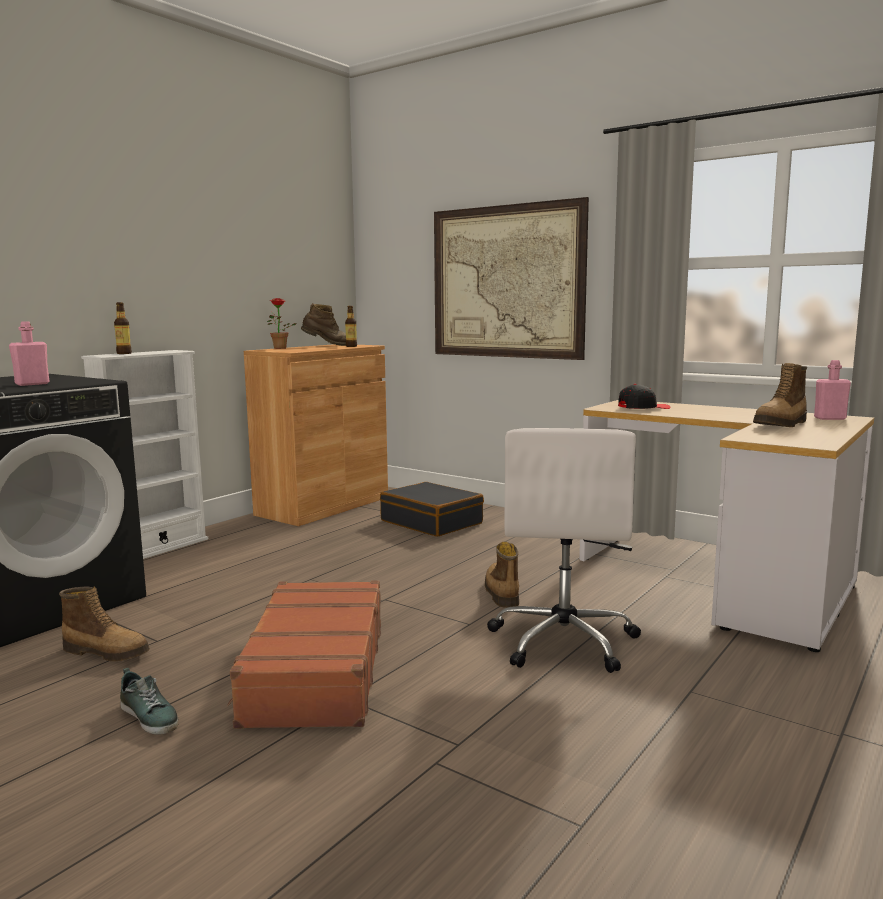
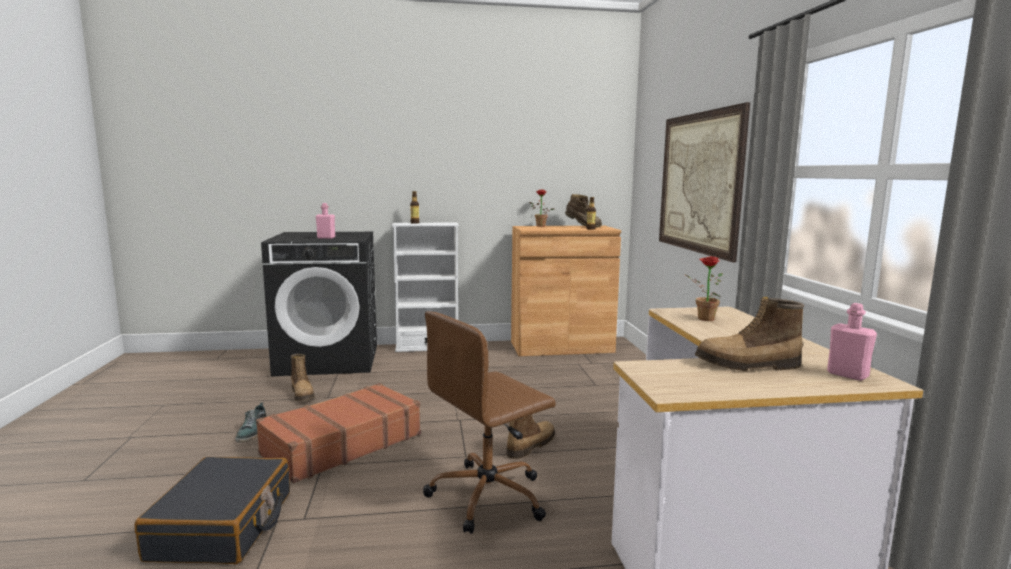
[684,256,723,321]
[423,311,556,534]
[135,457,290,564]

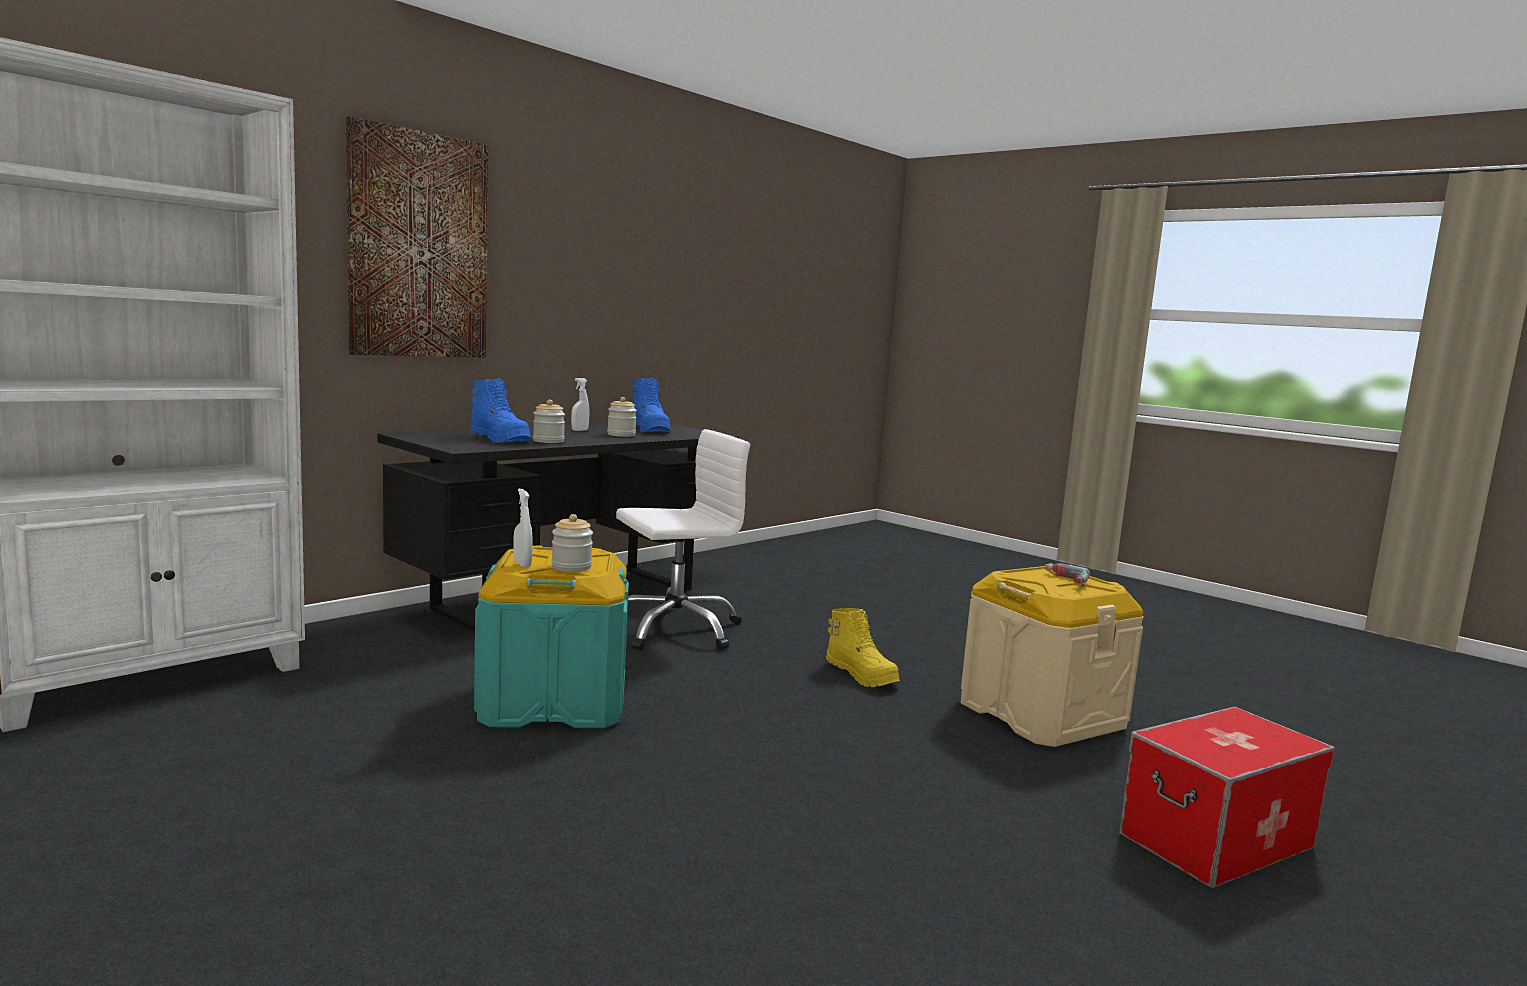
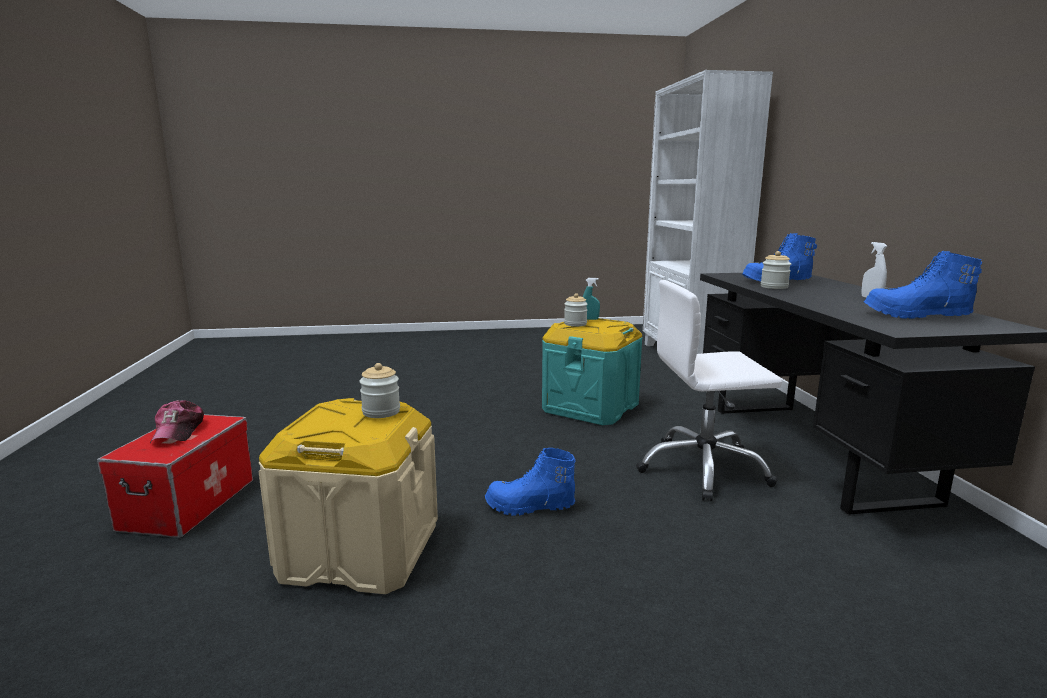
[346,116,488,358] (first image)
[360,363,400,418]
[636,280,782,501]
[583,278,600,320]
[1045,563,1090,587] (first image)
[485,448,576,516]
[150,400,204,443]

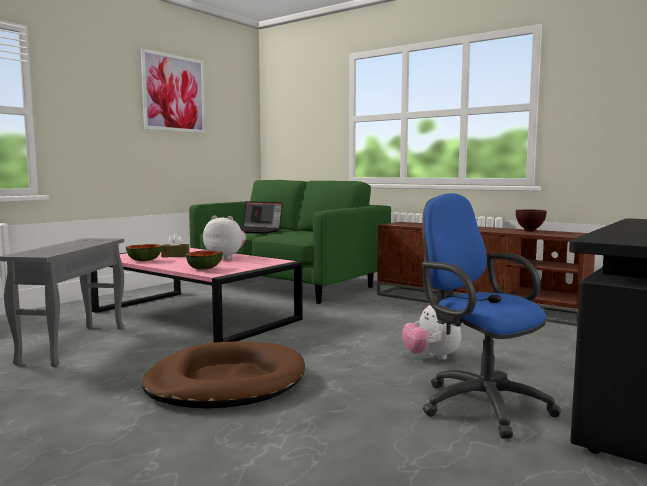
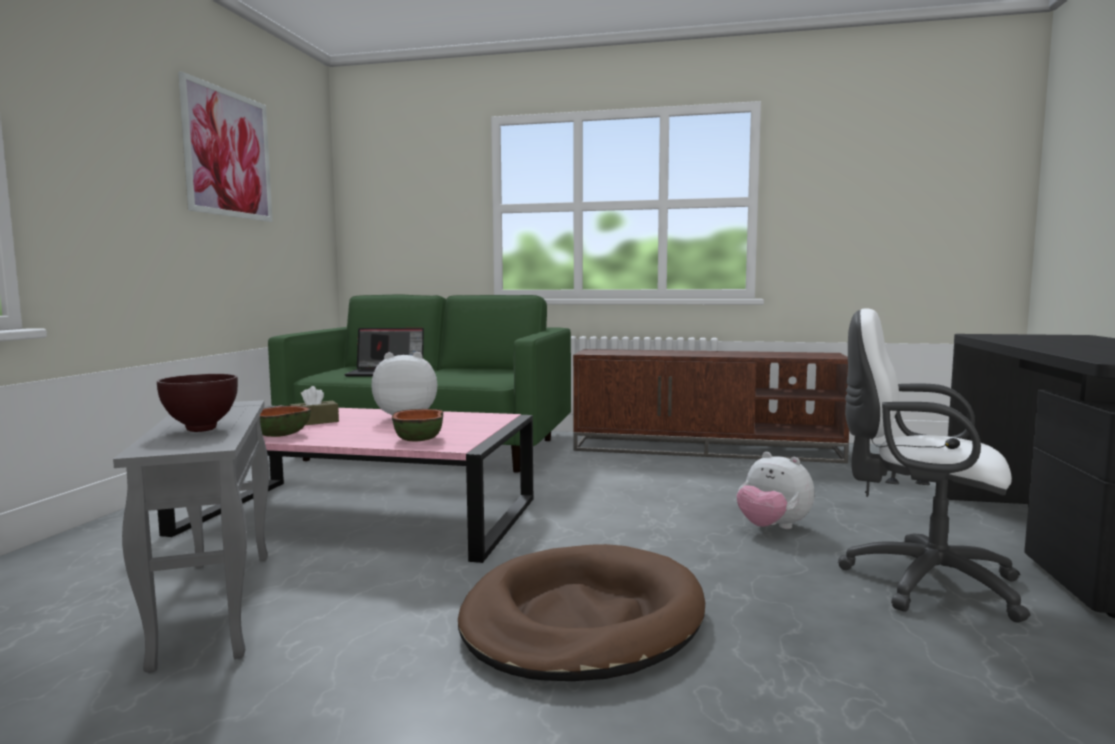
[838,308,1030,622]
[157,374,238,432]

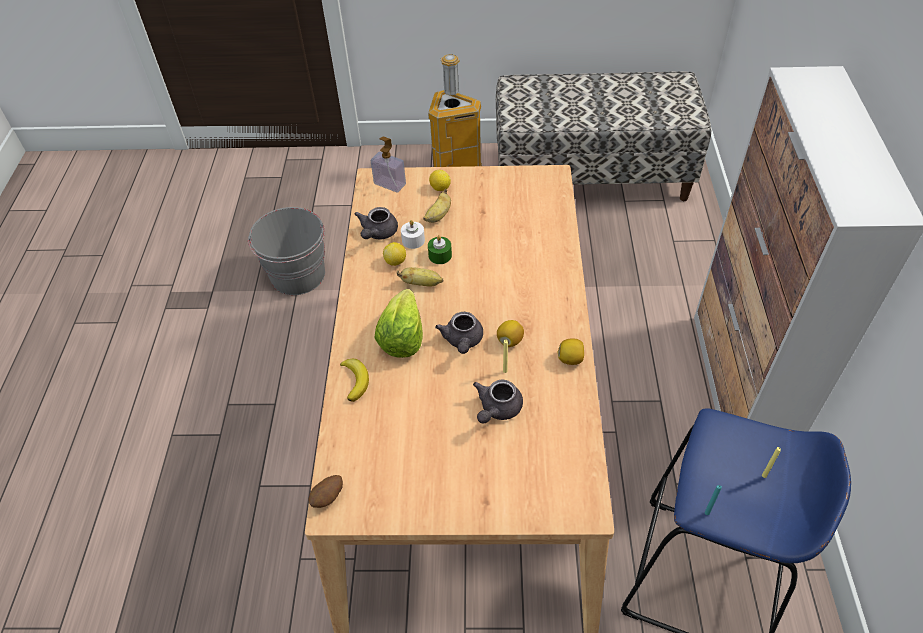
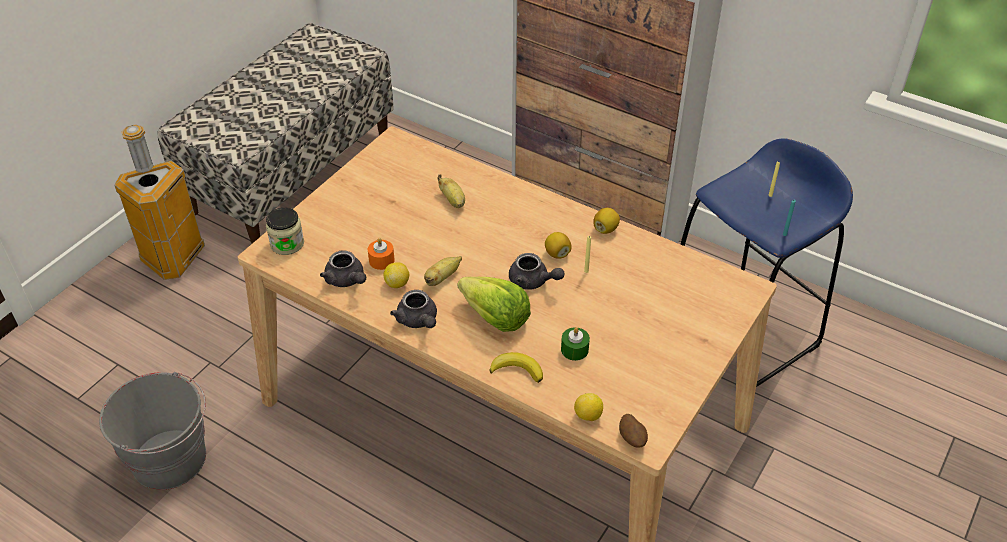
[266,208,304,255]
[574,393,603,421]
[437,174,465,208]
[368,238,395,270]
[561,327,590,361]
[390,290,437,328]

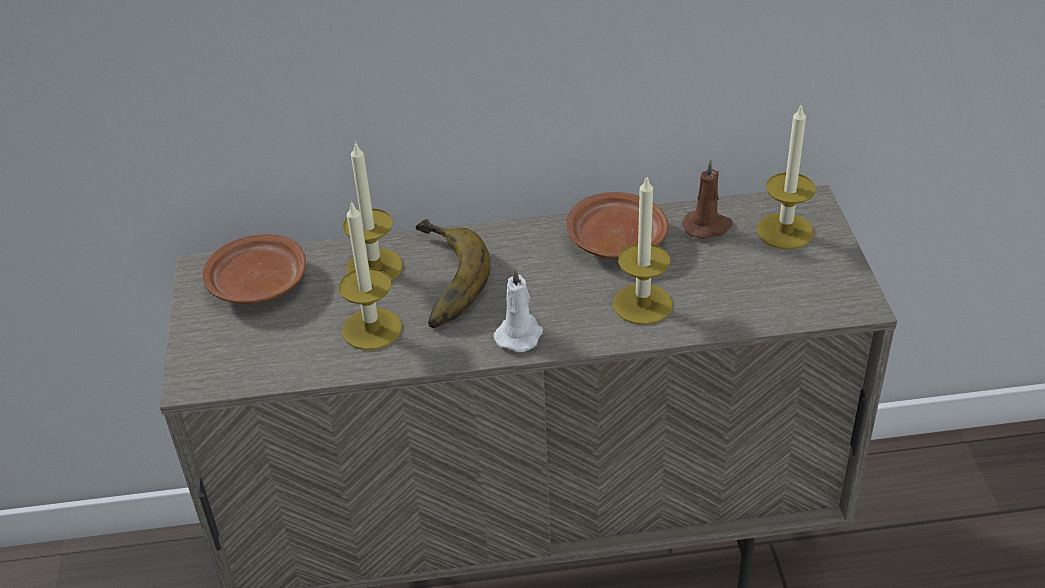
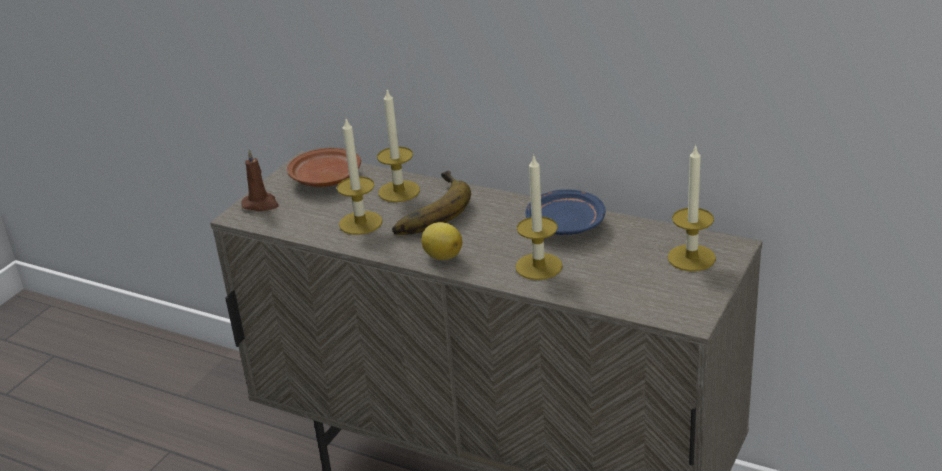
[241,149,279,211]
[525,189,606,235]
[421,222,462,260]

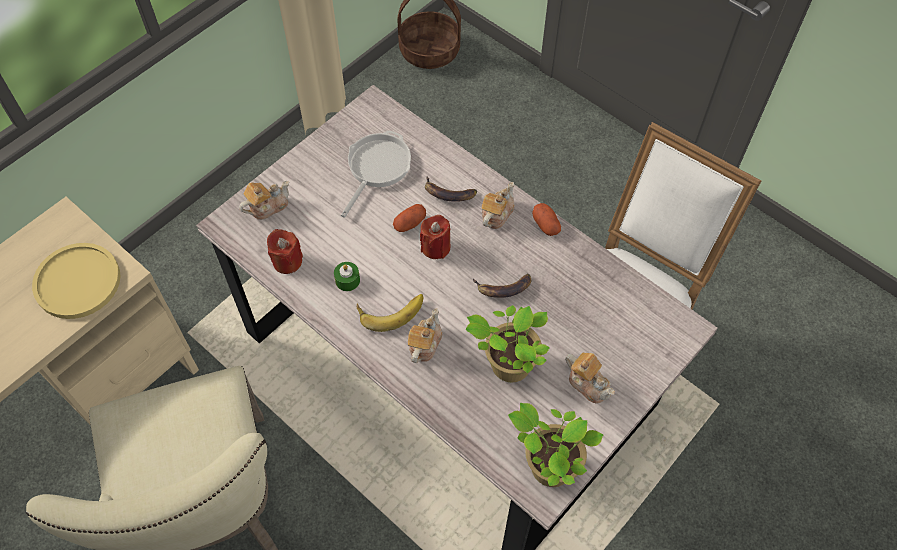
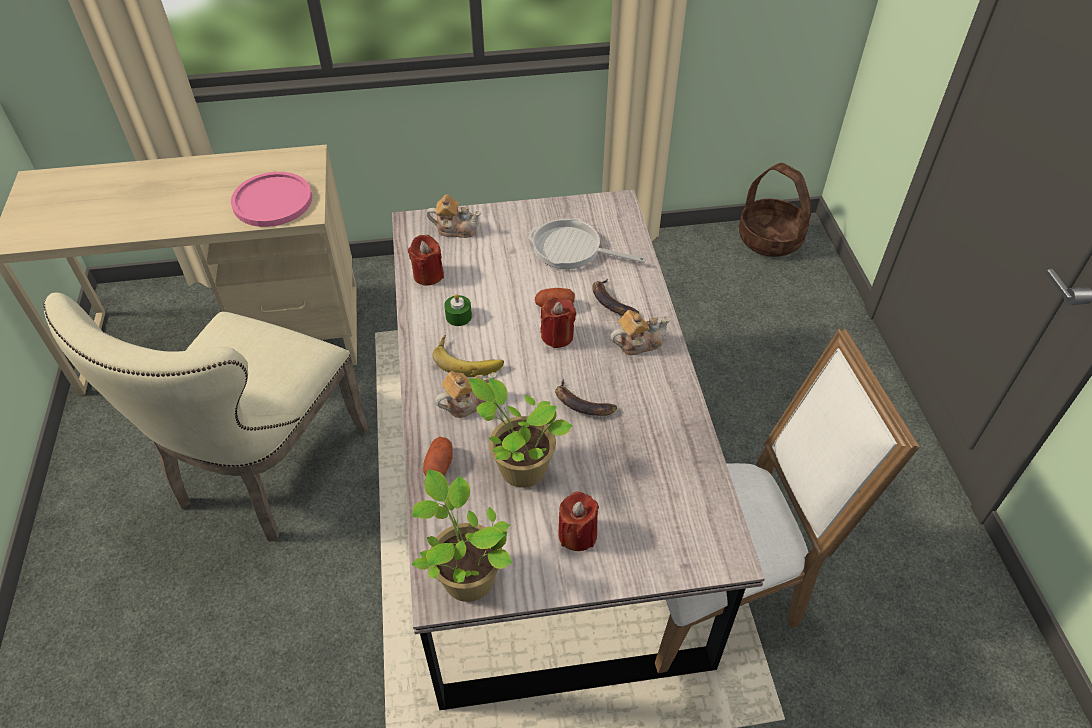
[528,218,646,269]
[423,437,453,476]
[231,172,312,227]
[558,492,599,551]

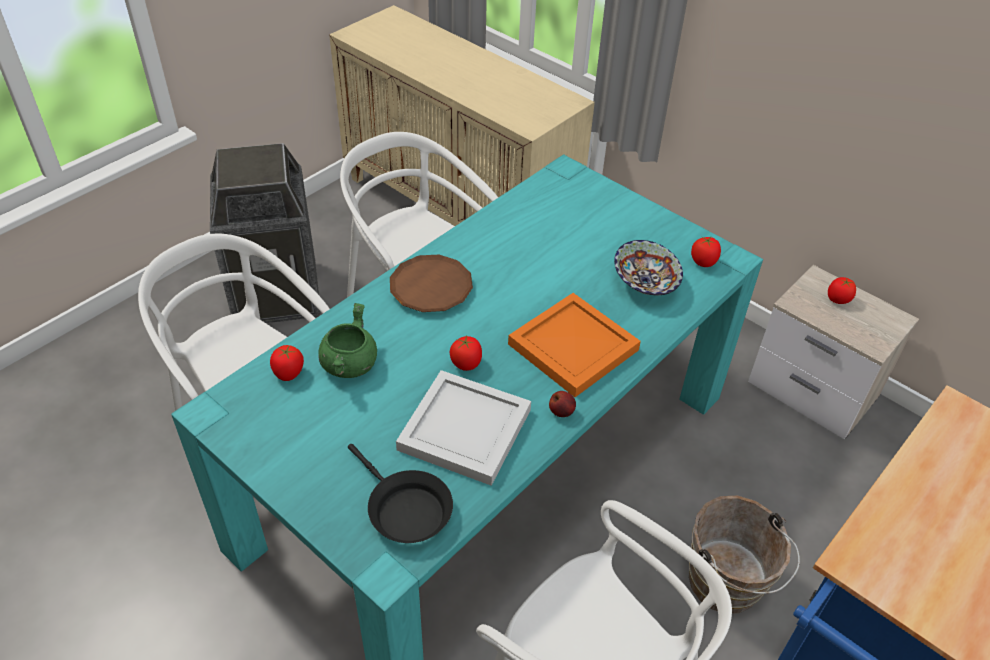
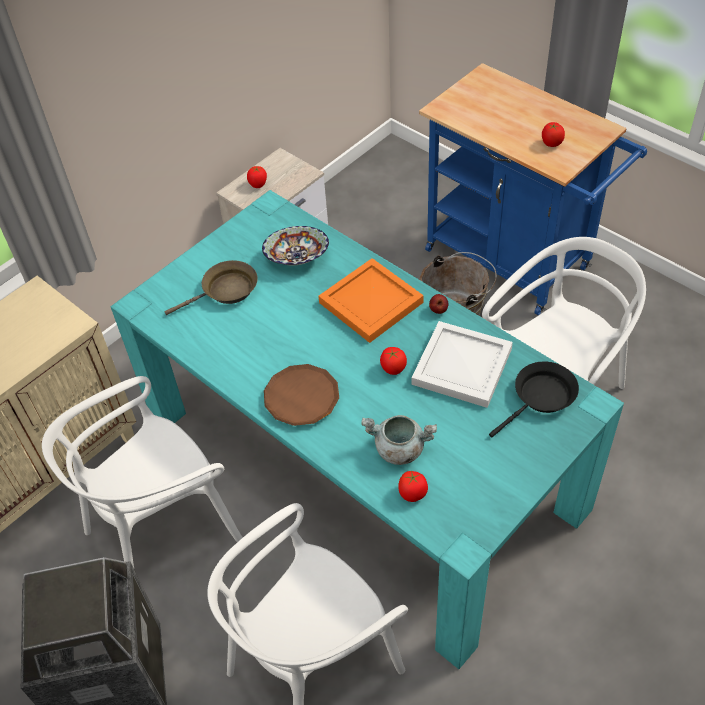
[542,122,565,147]
[361,415,437,465]
[165,260,258,315]

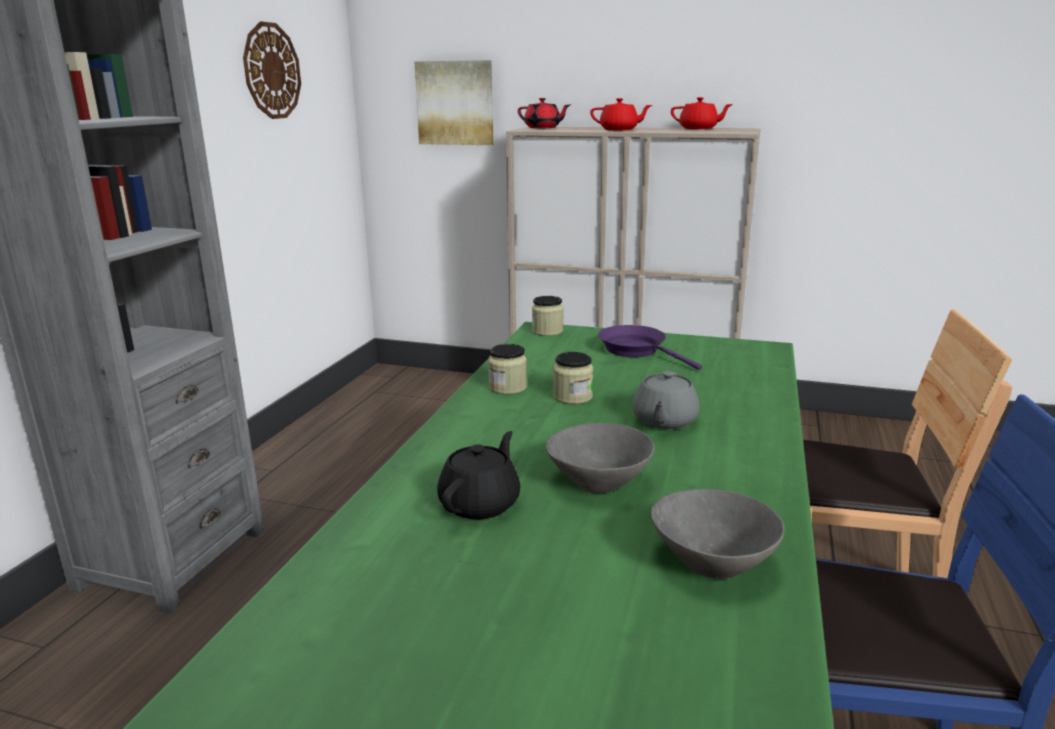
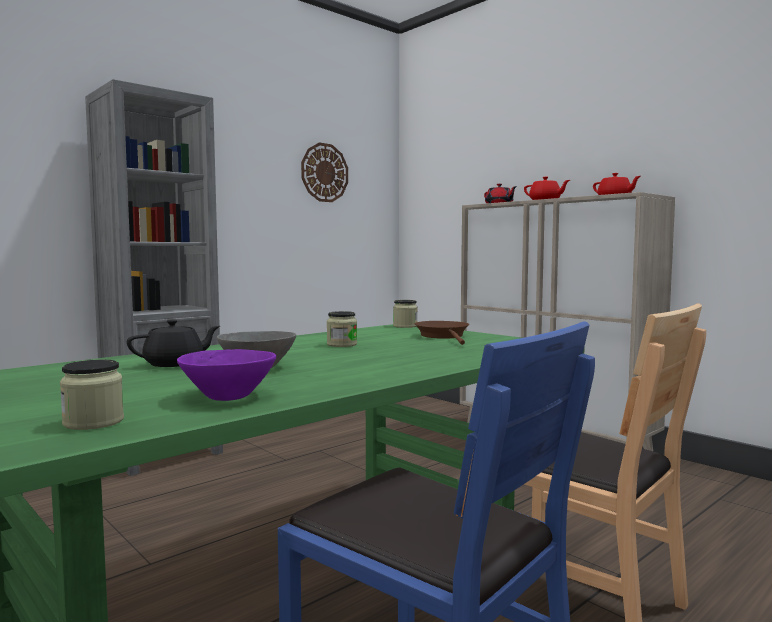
[415,60,493,145] (first image)
[415,321,469,345]
[60,360,124,430]
[632,371,700,430] (first image)
[177,349,276,401]

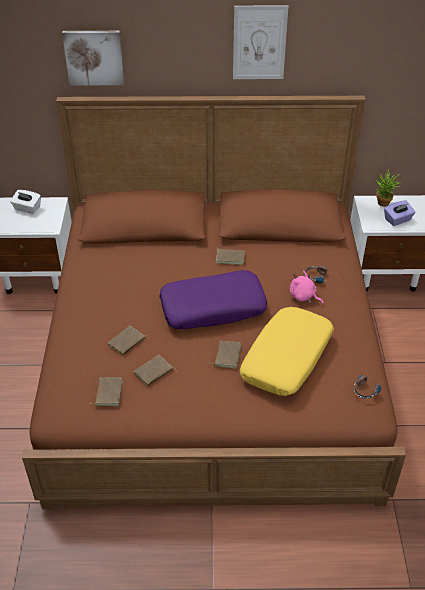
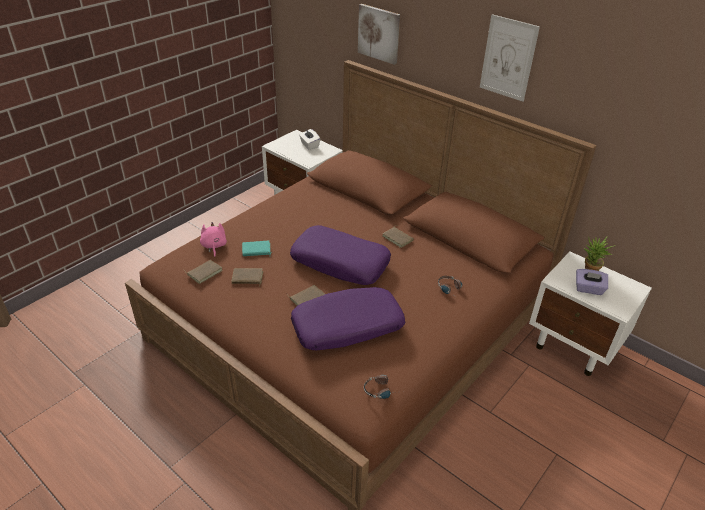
[200,222,227,257]
[291,287,405,350]
[242,241,271,256]

